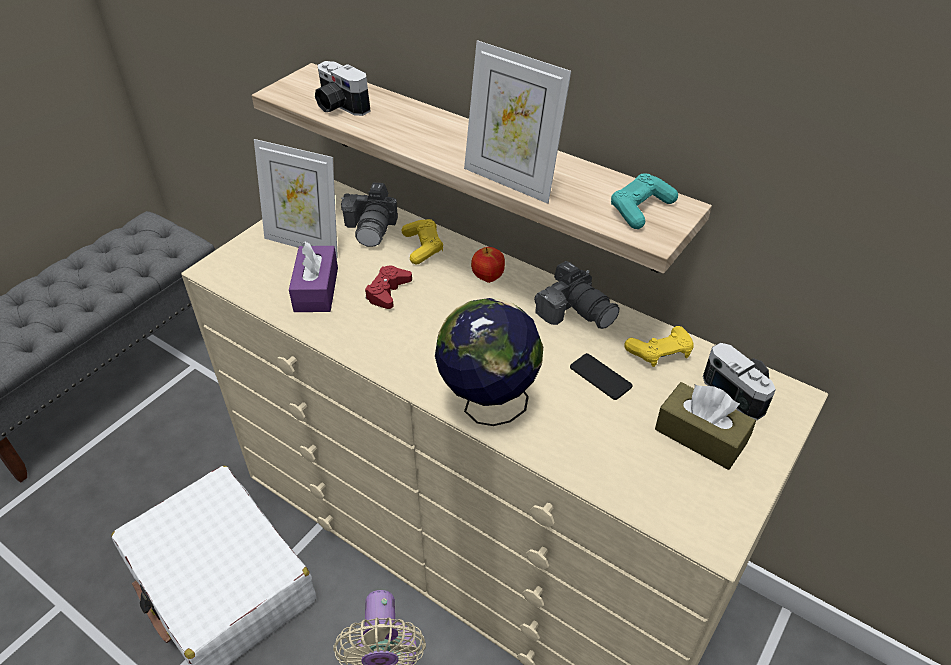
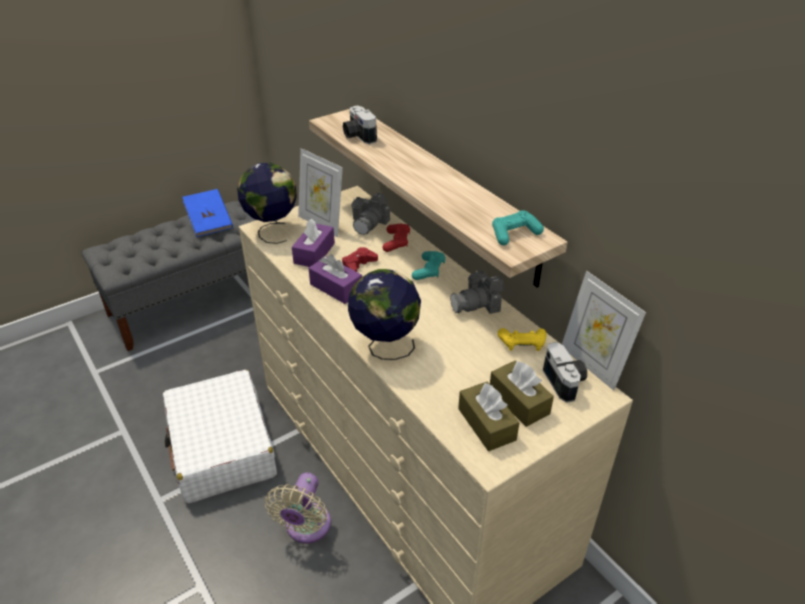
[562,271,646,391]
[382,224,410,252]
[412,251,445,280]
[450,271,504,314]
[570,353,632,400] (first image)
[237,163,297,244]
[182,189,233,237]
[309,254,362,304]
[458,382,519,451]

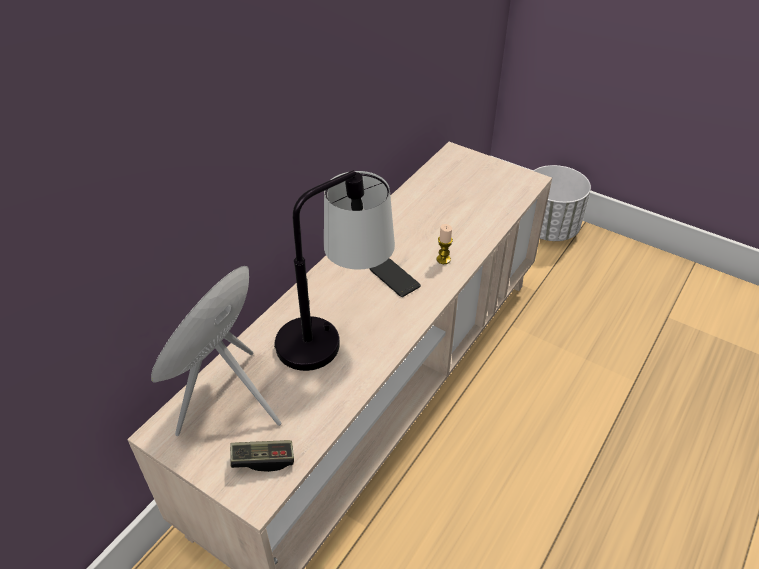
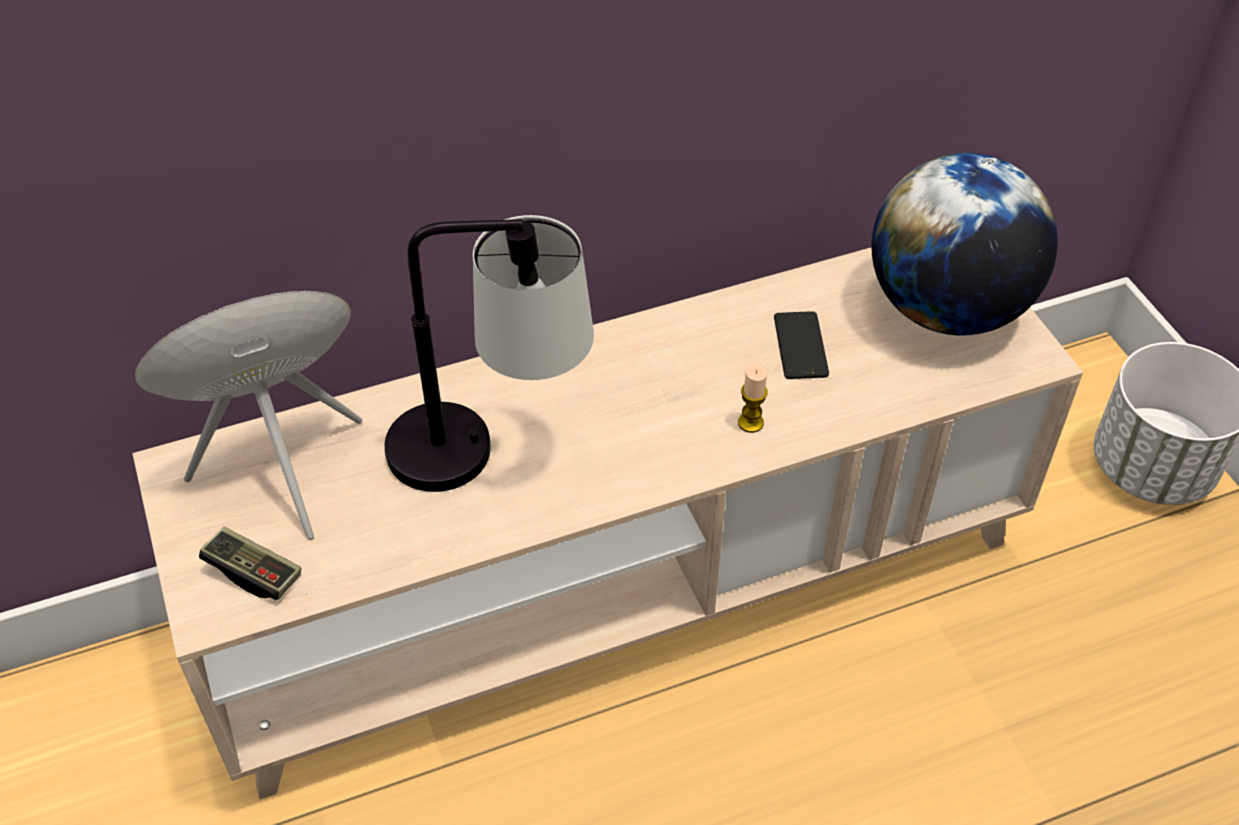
[774,311,829,379]
[872,153,1058,336]

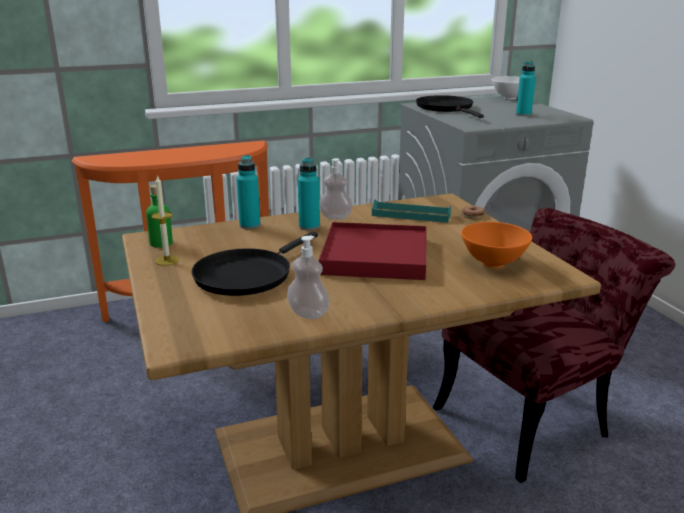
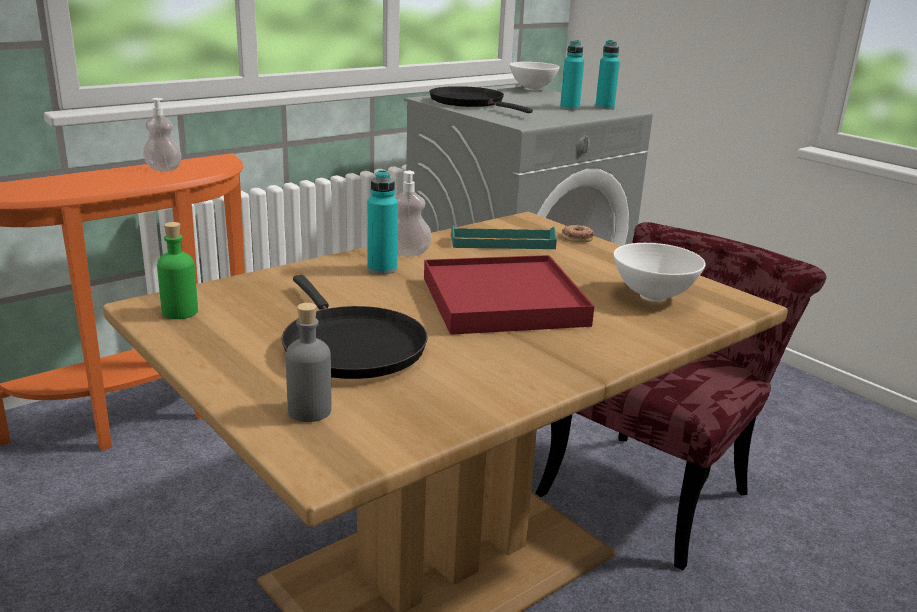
[595,40,620,109]
[151,175,179,266] (first image)
[613,243,706,302]
[282,275,428,379]
[143,98,182,171]
[286,303,331,422]

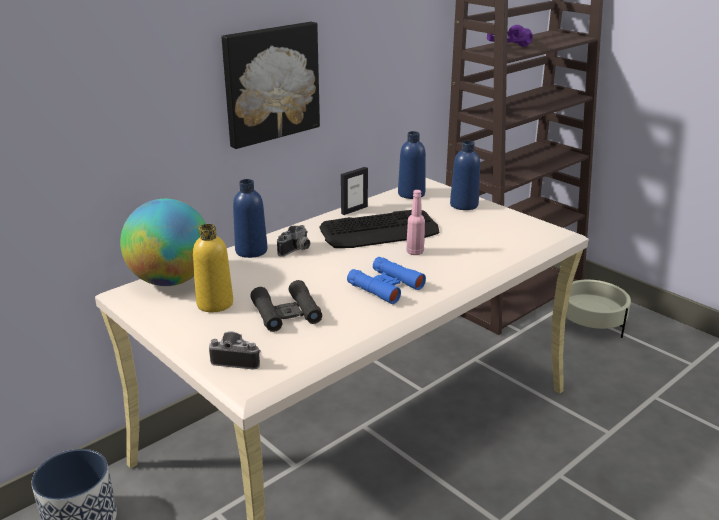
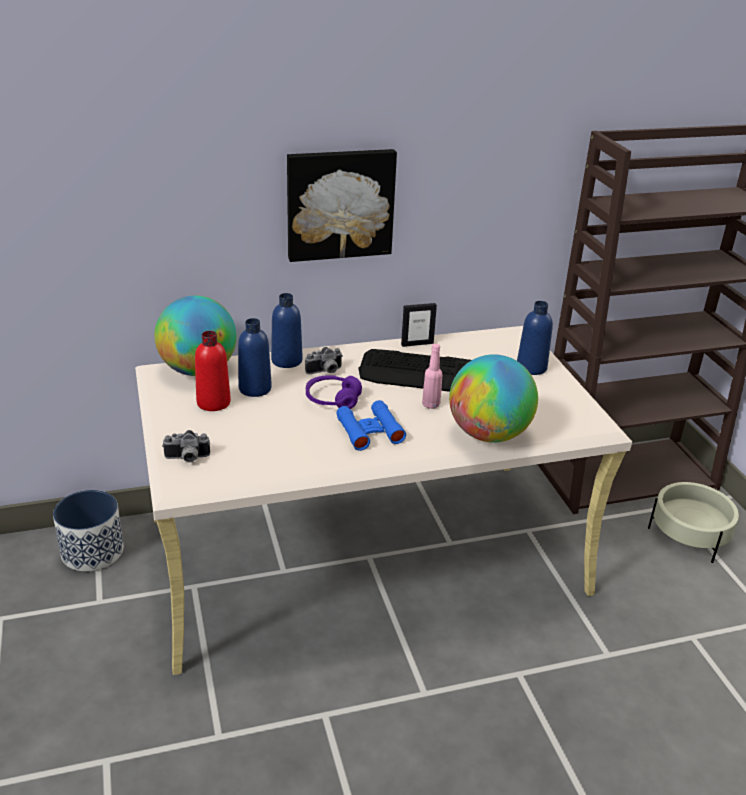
[306,375,362,409]
[238,318,272,397]
[195,331,231,411]
[250,280,322,332] (first image)
[162,430,210,463]
[449,354,538,443]

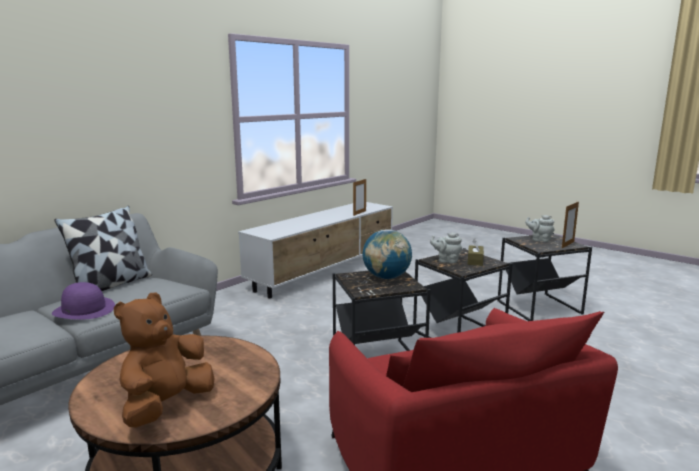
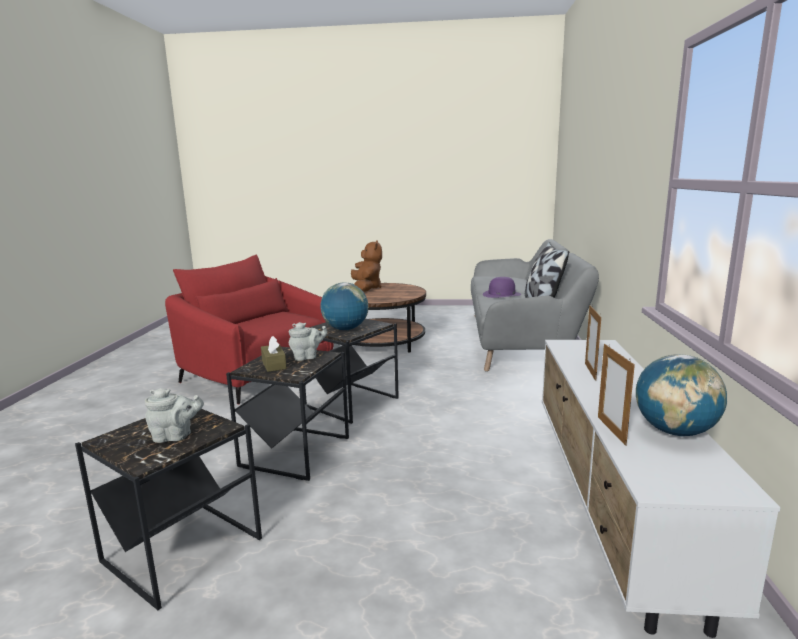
[585,305,601,381]
[636,354,727,436]

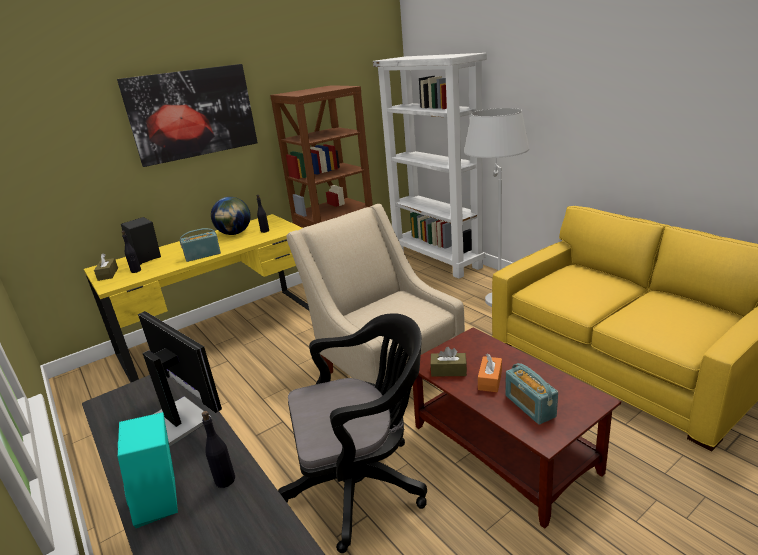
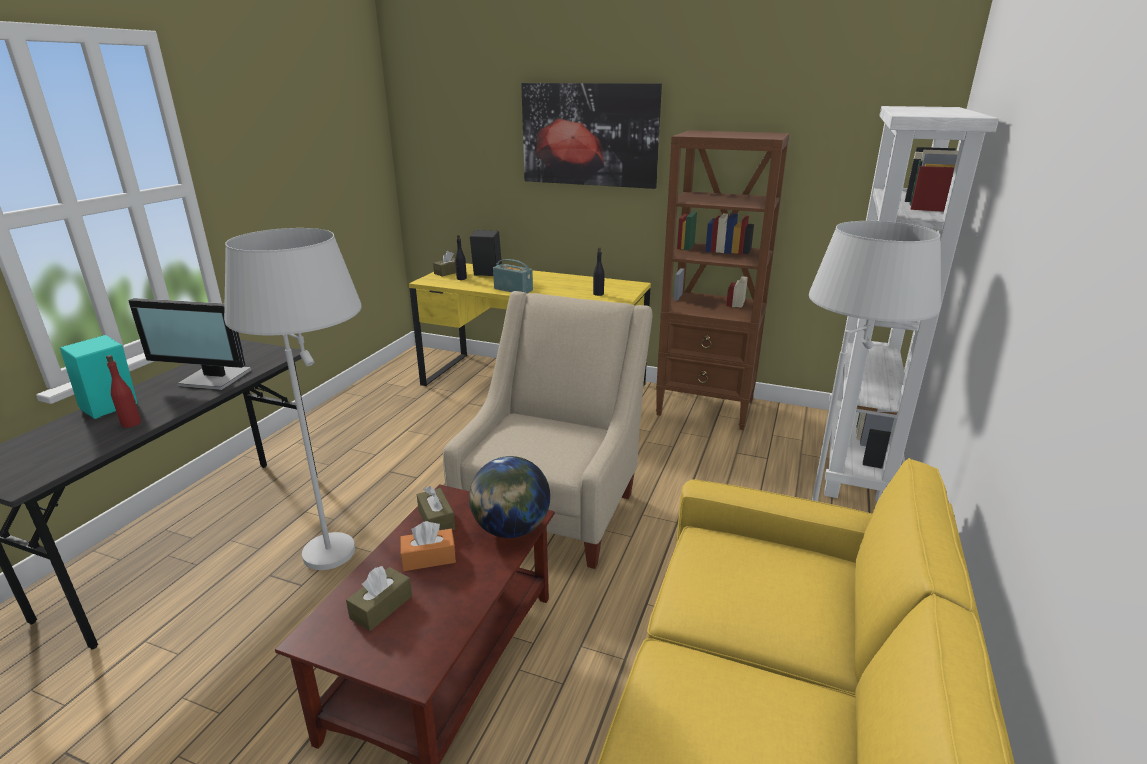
[469,456,550,538]
[128,298,251,390]
[224,228,362,570]
[346,566,412,631]
[106,355,141,428]

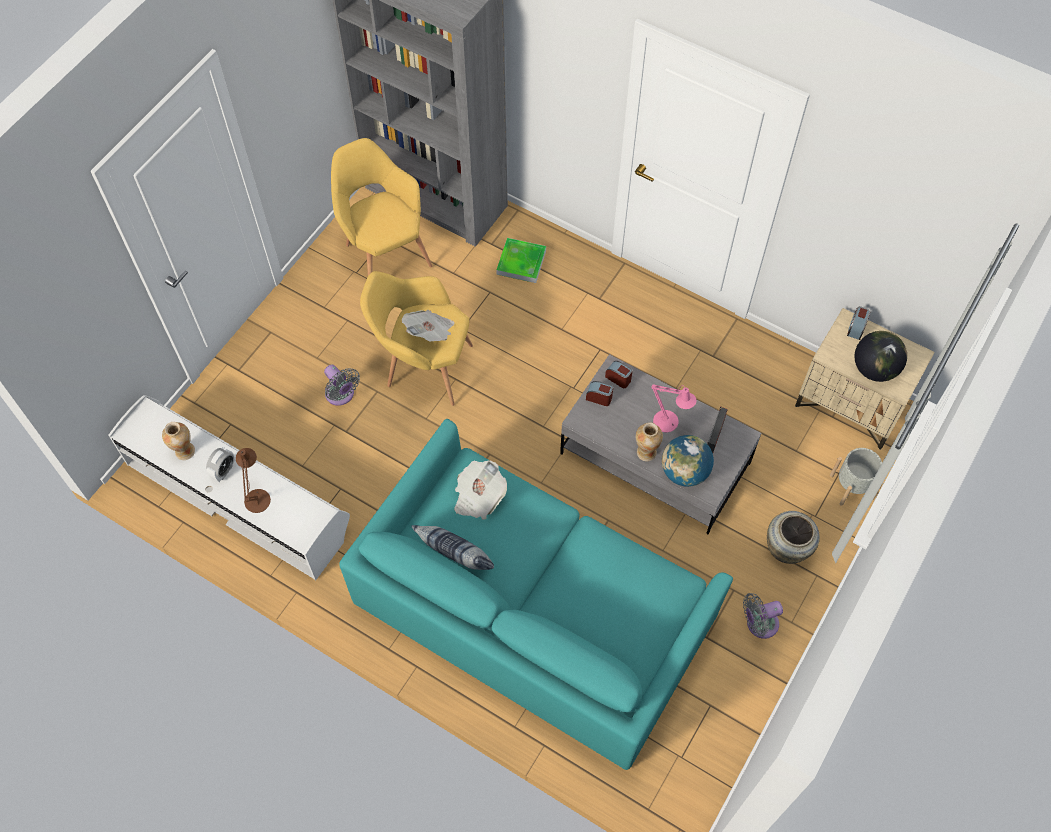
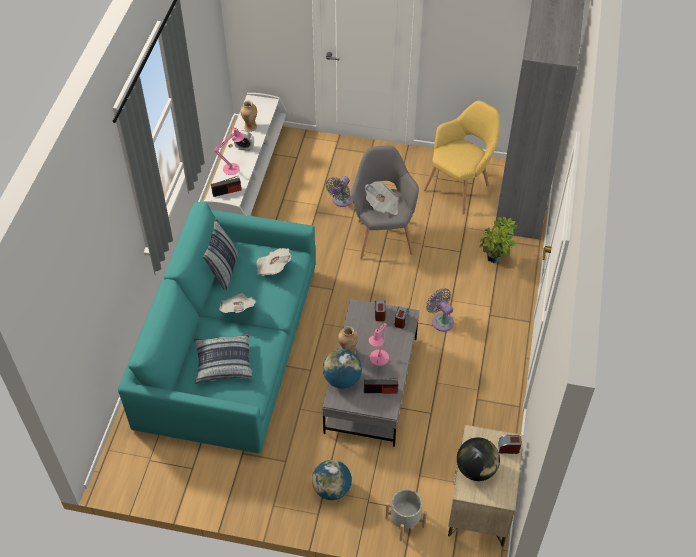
[479,217,518,263]
[351,146,419,259]
[214,127,245,175]
[312,460,352,500]
[426,288,454,332]
[211,176,241,197]
[219,293,256,313]
[194,333,252,384]

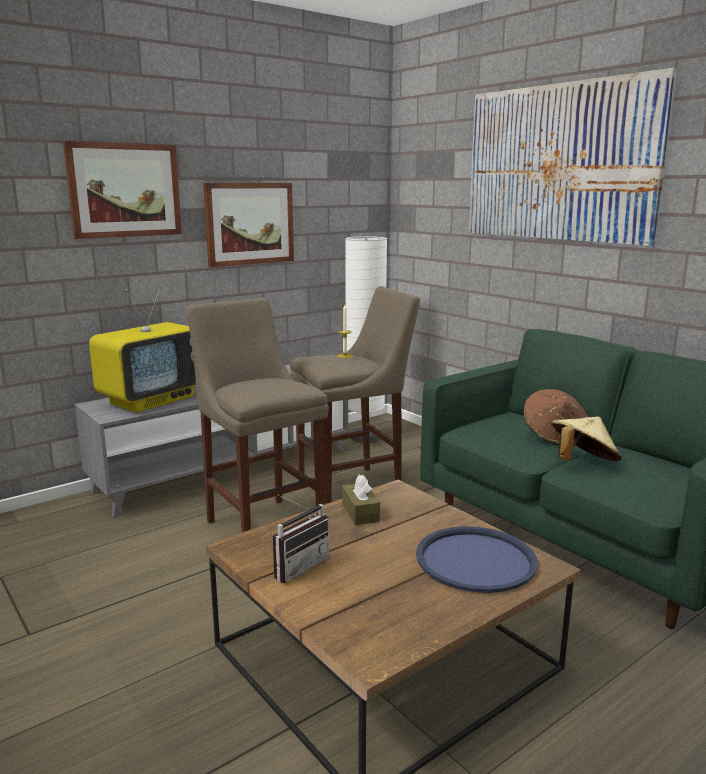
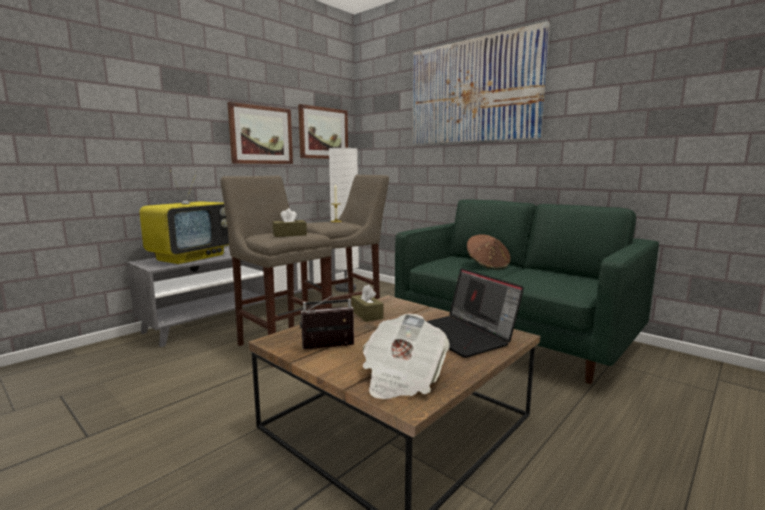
[298,104,348,159]
[551,416,621,461] (first image)
[300,294,354,350]
[427,268,524,358]
[273,208,307,237]
[362,313,450,399]

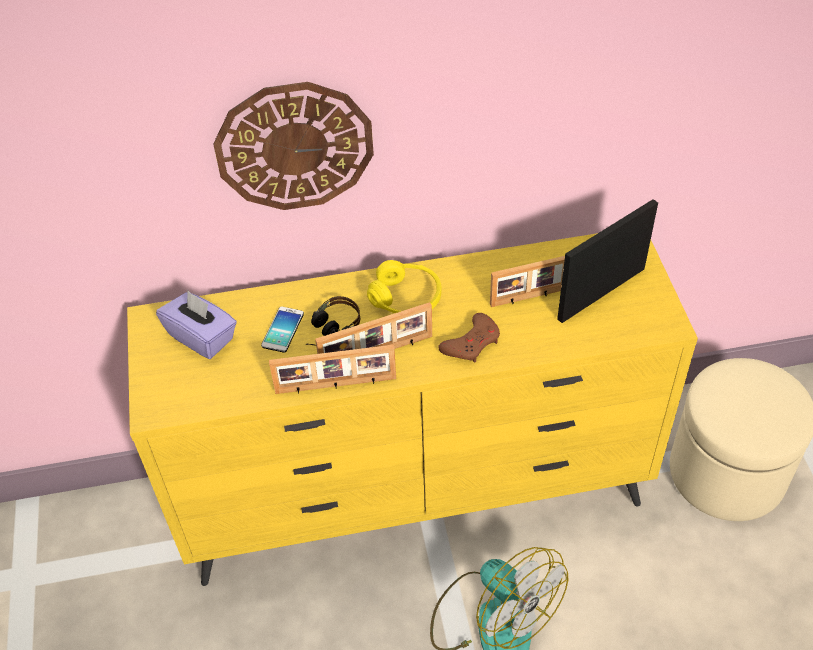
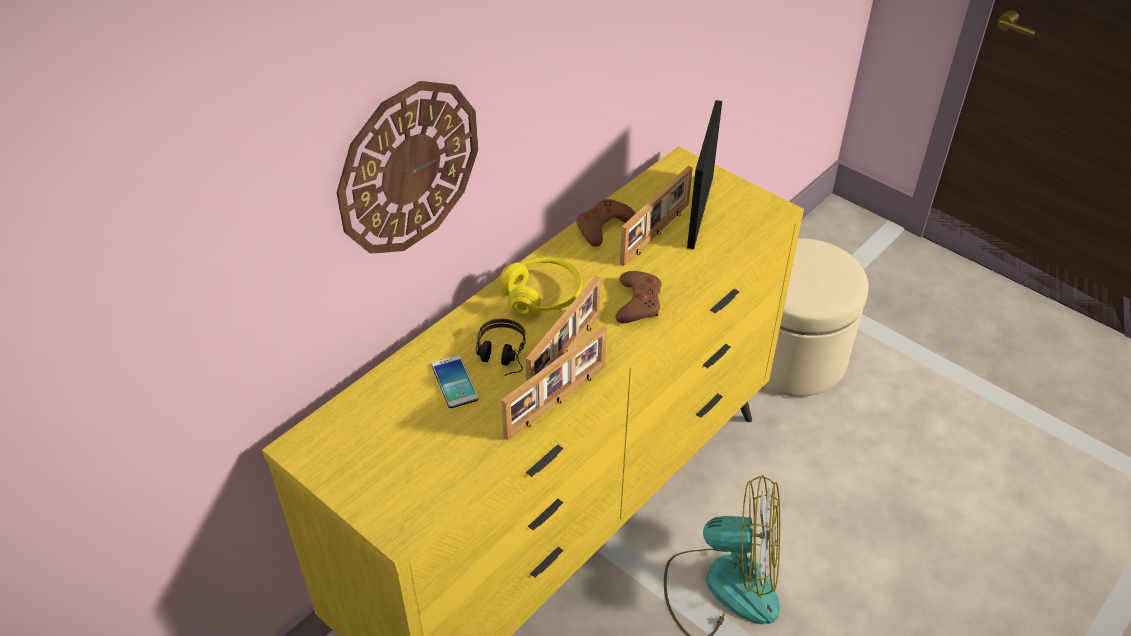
[156,291,237,359] (first image)
[576,199,636,247]

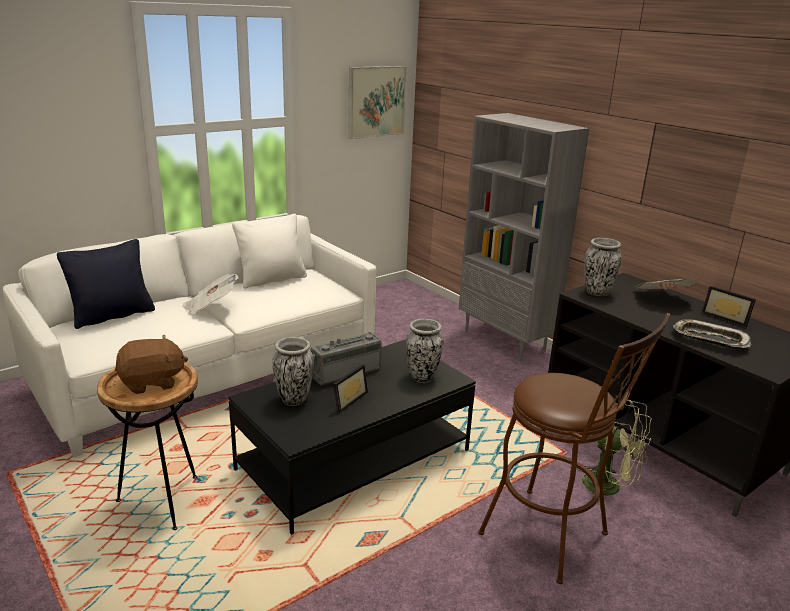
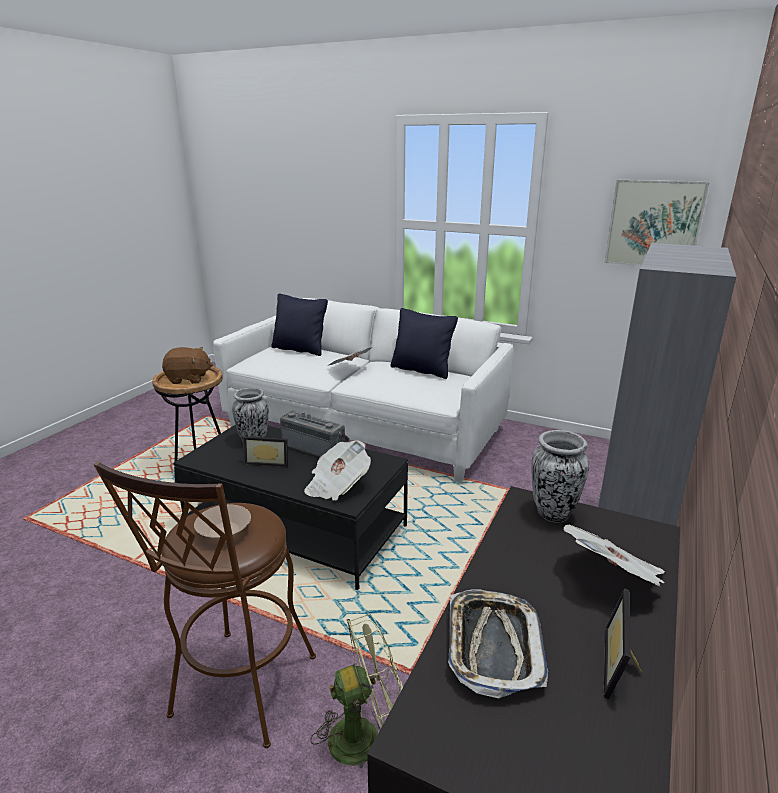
[390,308,458,379]
[304,441,371,501]
[162,347,213,384]
[311,614,403,768]
[194,505,251,540]

